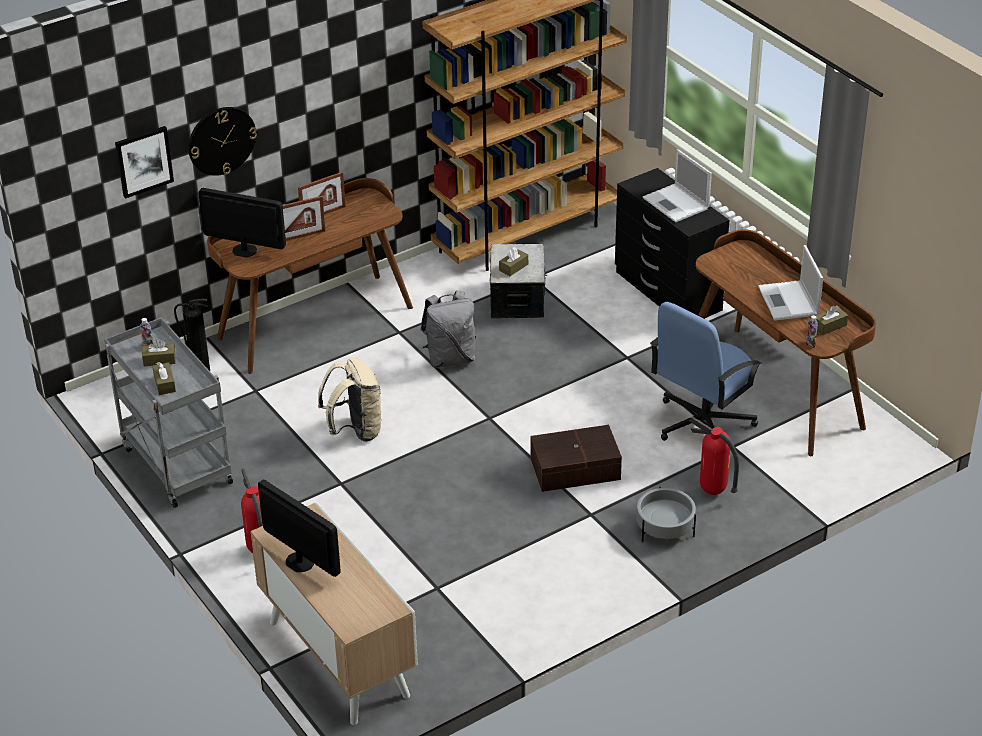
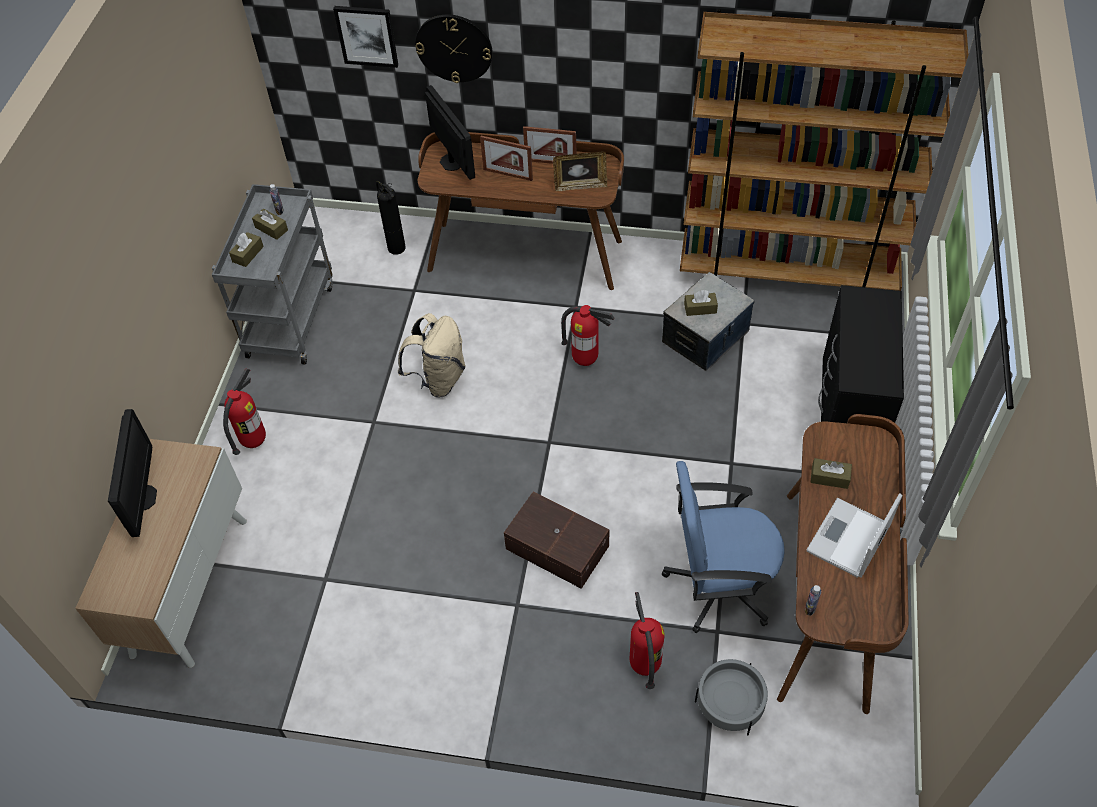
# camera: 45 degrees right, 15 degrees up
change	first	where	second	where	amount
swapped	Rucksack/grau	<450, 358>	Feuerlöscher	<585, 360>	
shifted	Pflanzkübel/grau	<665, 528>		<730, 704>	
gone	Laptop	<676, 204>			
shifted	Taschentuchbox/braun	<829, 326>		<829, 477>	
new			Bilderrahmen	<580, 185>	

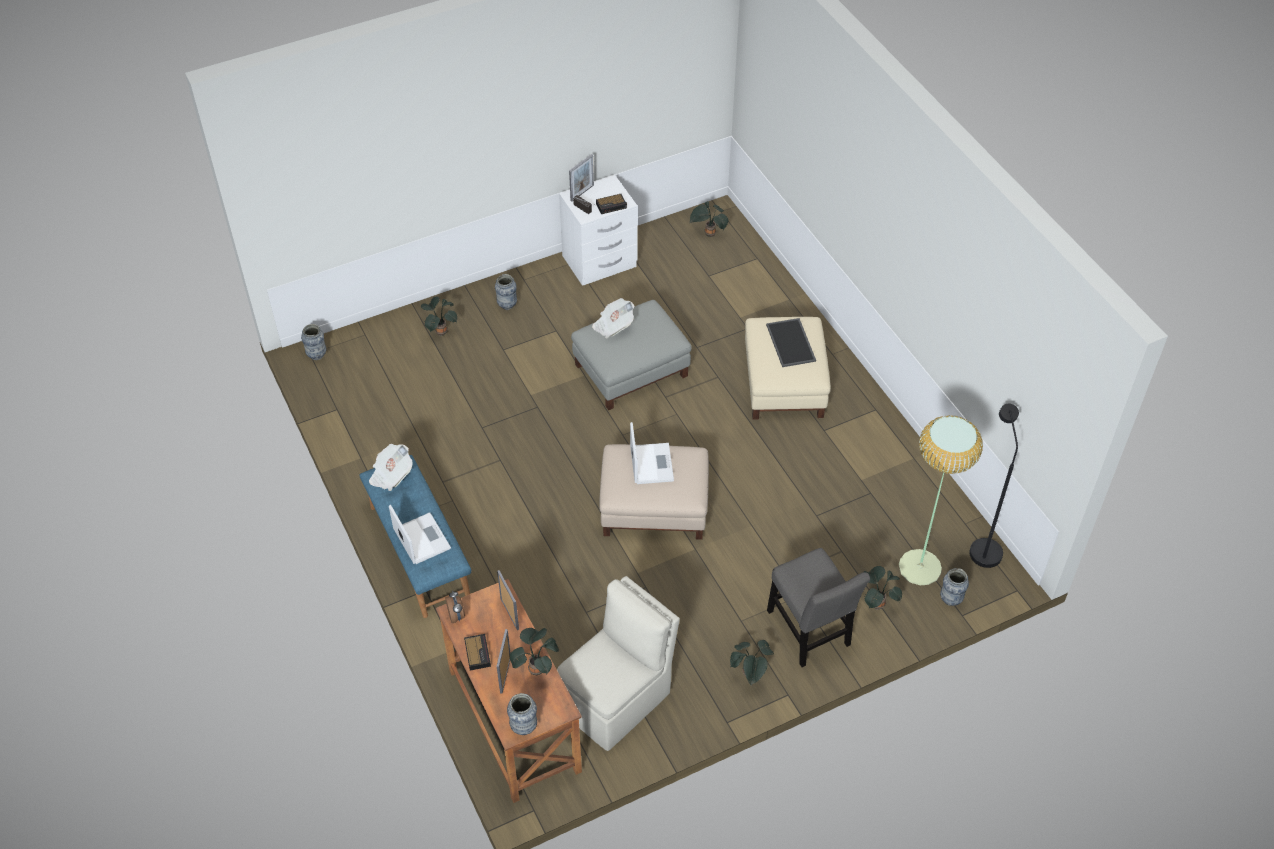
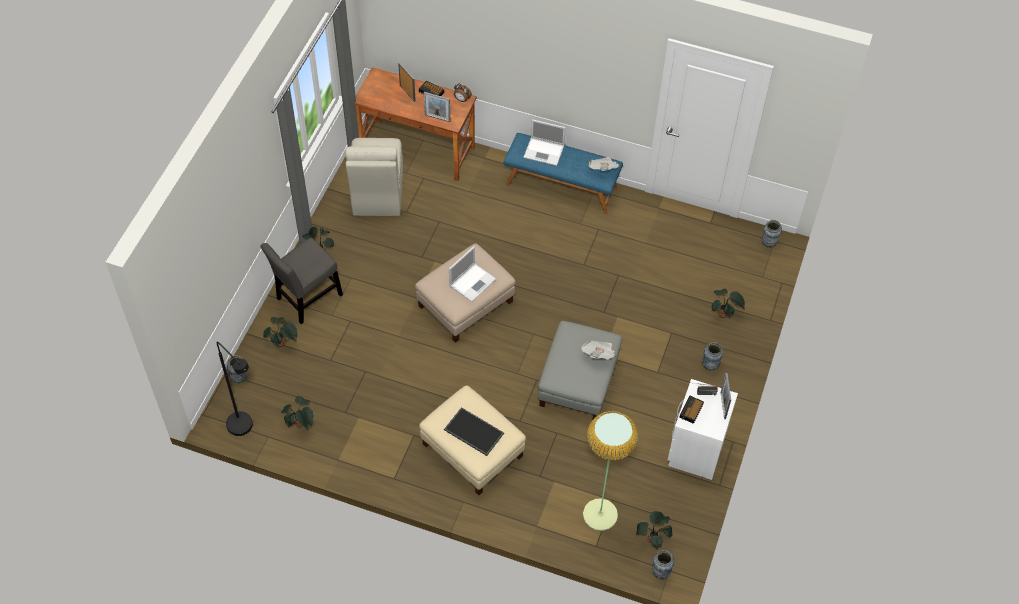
# camera: 135 degrees right, 5 degrees up
change	first	where	second	where	amount
shifted	Vase	<523, 727>		<660, 572>	
shifted	Topfpflanze	<536, 668>		<300, 424>	
rotated	Laptop	<651, 463>		<473, 282>	90 degrees counterclockwise
rotated	Stuhl/grau	<810, 632>		<307, 299>	60 degrees counterclockwise
shifted	Stehlampe	<920, 567>		<600, 515>	

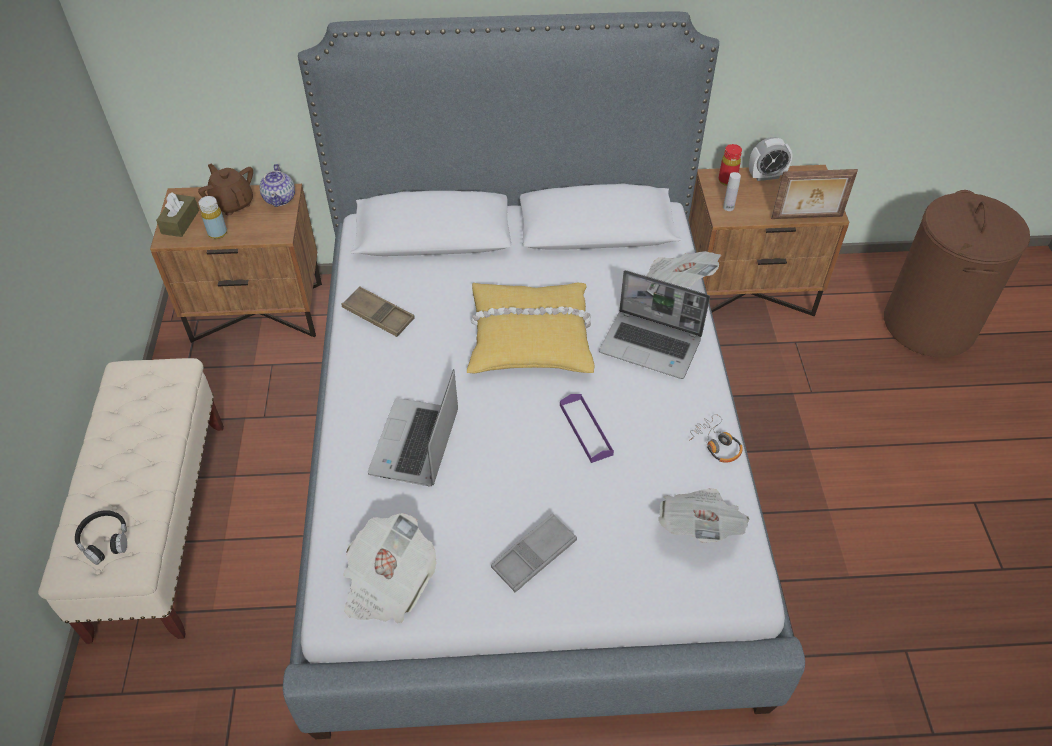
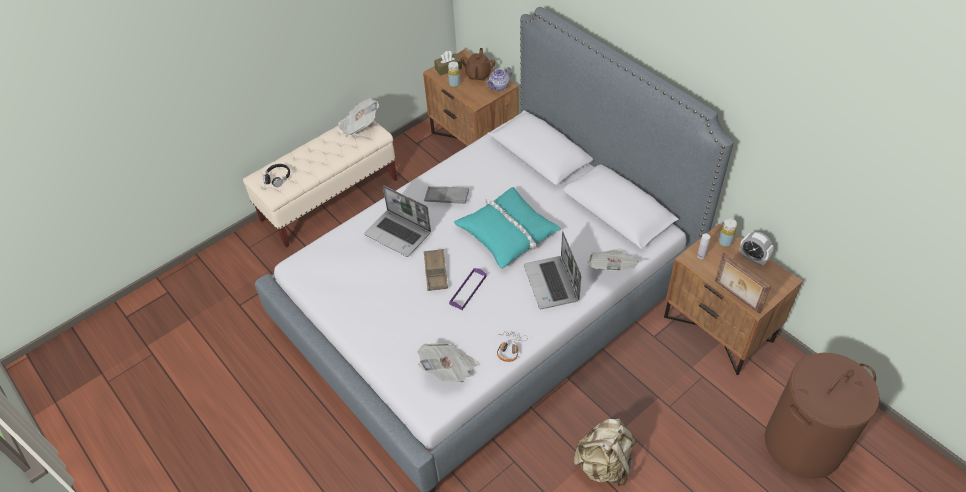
# camera: 55 degrees right, 0 degrees up
change	first	where	second	where	amount
shifted	Tablett/braun	<378, 315>		<436, 272>	
shifted	Zeitung	<387, 583>		<359, 126>	
rotated	Laptop	<416, 444>		<399, 234>	120 degrees counterclockwise
repainted	Kissen/gelb	<530, 337>	Kissen/türkis	<507, 232>	
shifted	Tablett/grau	<534, 556>		<447, 197>	
repainted	Flasche/rot	<727, 181>	Flasche/gelb	<725, 242>	
new			Rucksack/beige	<604, 464>	

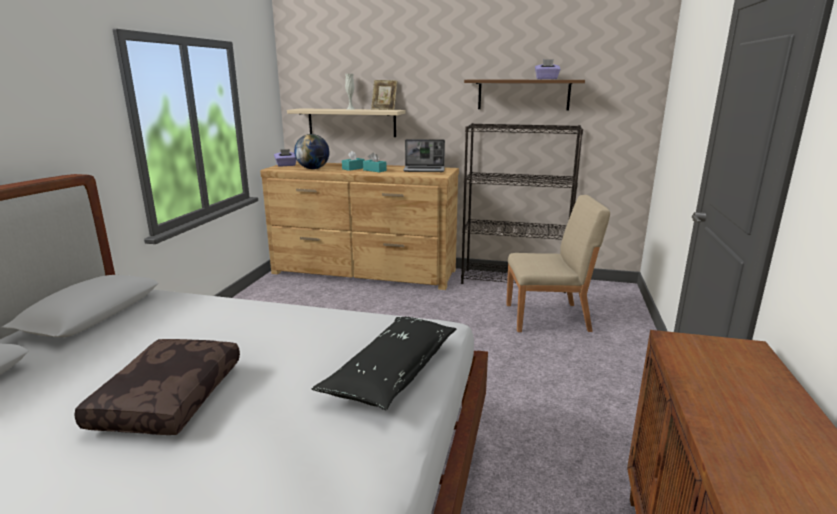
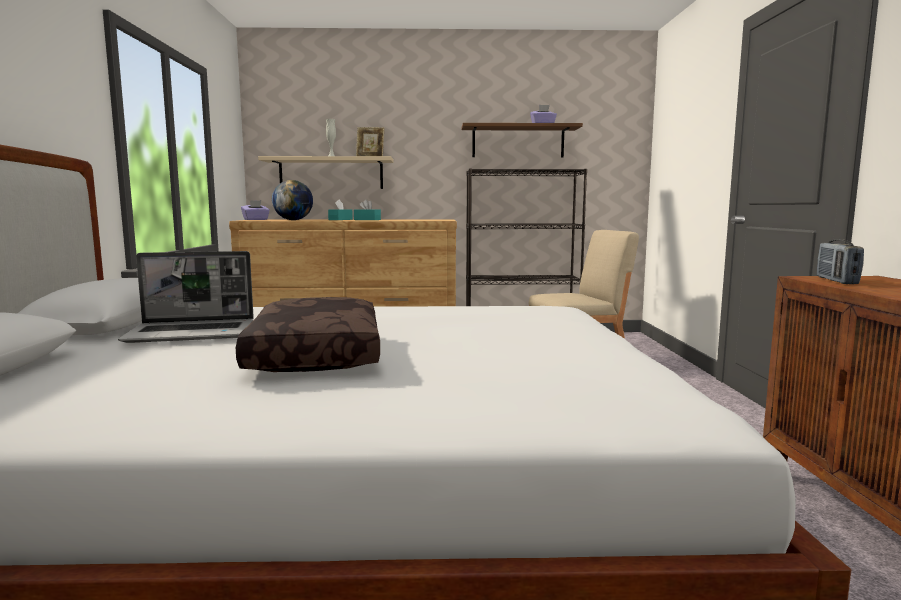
# camera: 15 degrees left, 10 degrees down
change	first	where	second	where	amount
gone	Kissen/schwarz	<392, 372>			
shifted	Laptop	<425, 170>		<193, 333>	
new			Radio	<836, 281>	

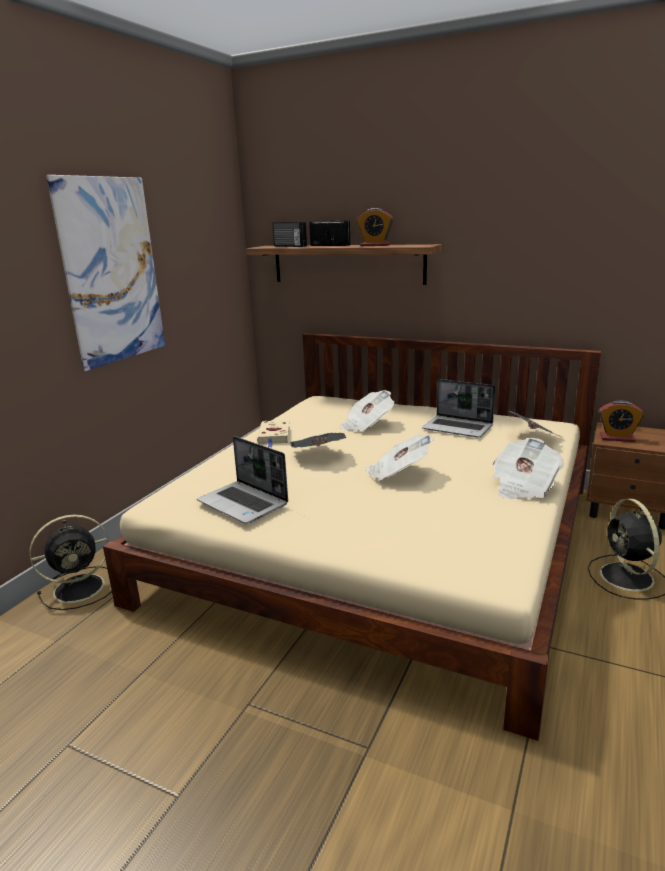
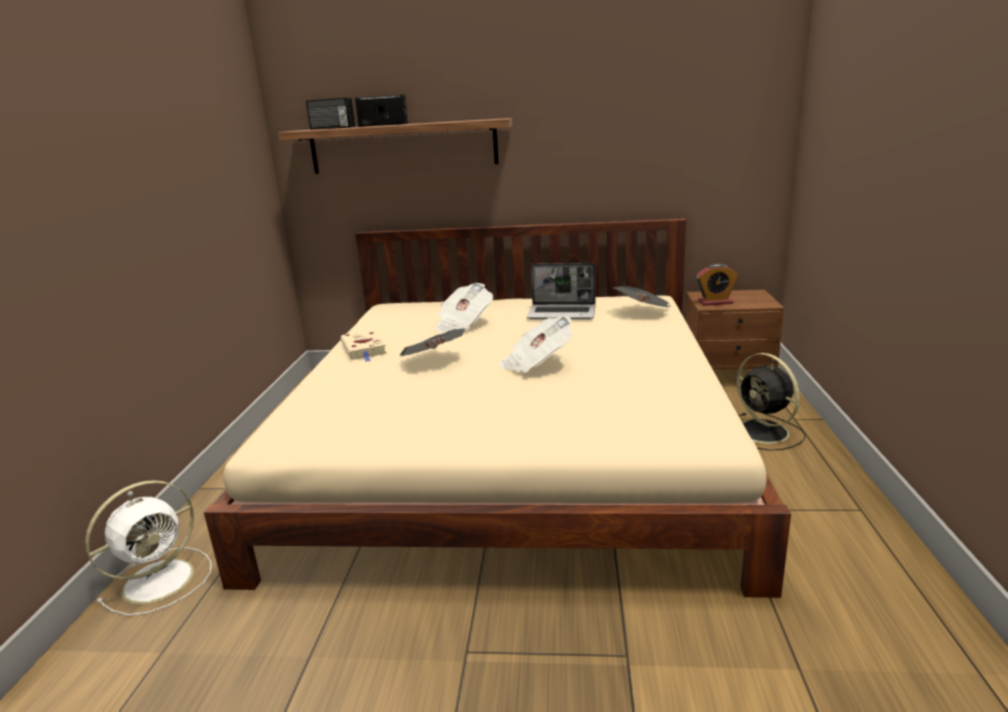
# camera: 20 degrees left, 0 degrees up
change	first	where	second	where	amount
repainted	Ventilator/schwarz	<81, 587>	Ventilator/weiß	<161, 579>	
gone	Bild	<112, 271>			
gone	Laptop	<244, 503>			
gone	Wecker	<375, 245>			
gone	Zeitung	<523, 486>			

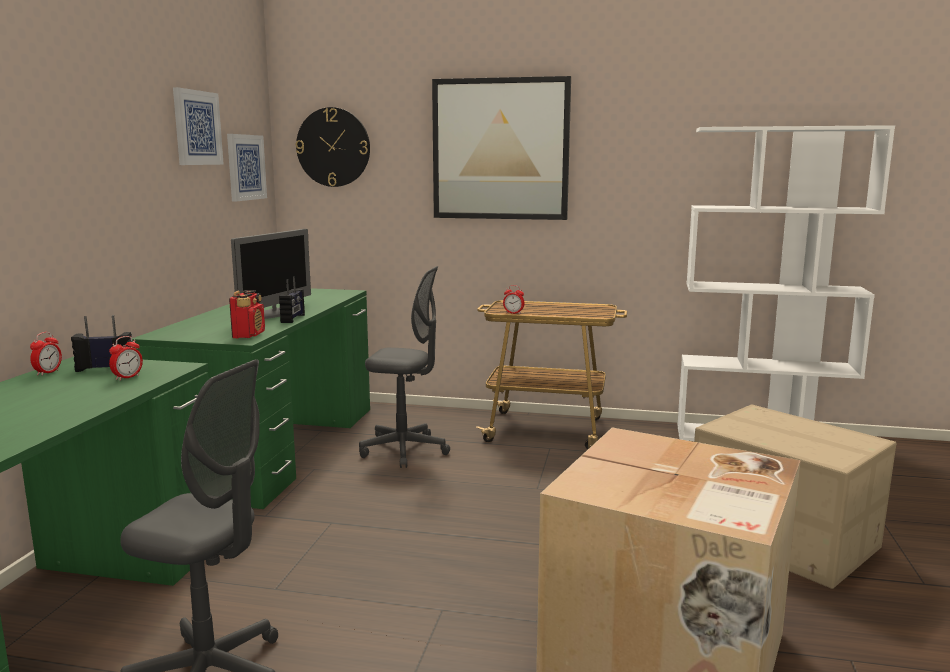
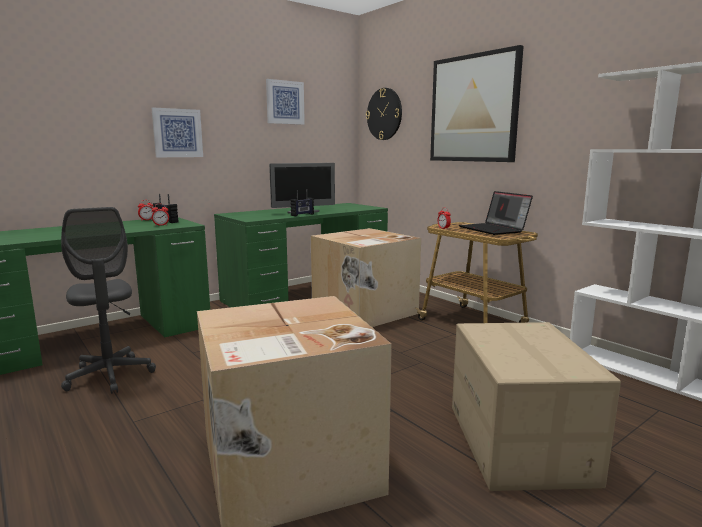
# camera: 40 degrees right, 0 degrees up
change	first	where	second	where	amount
shifted	Bild	<245, 167>		<177, 133>	
gone	Radio	<249, 335>			
swapped	Bürostuhl/grau	<404, 450>	Karton	<364, 312>	
new			Laptop	<494, 229>	

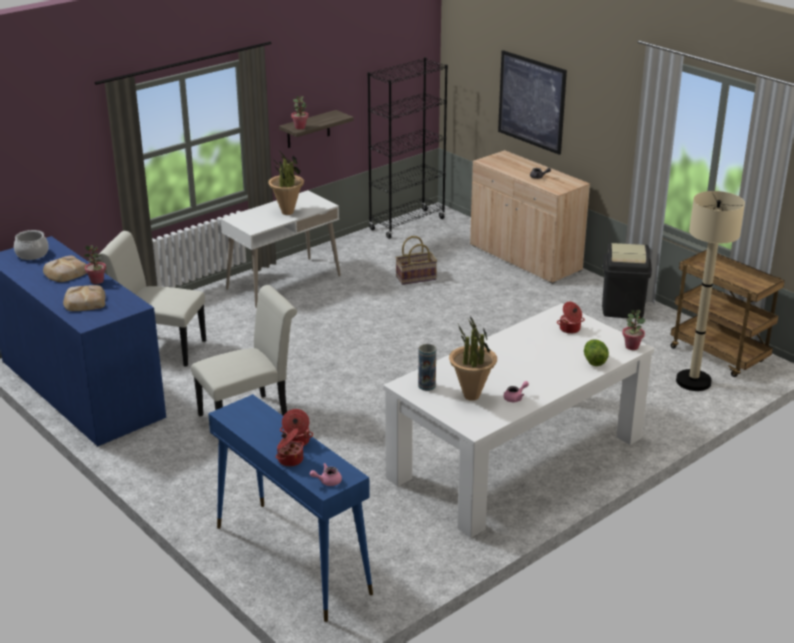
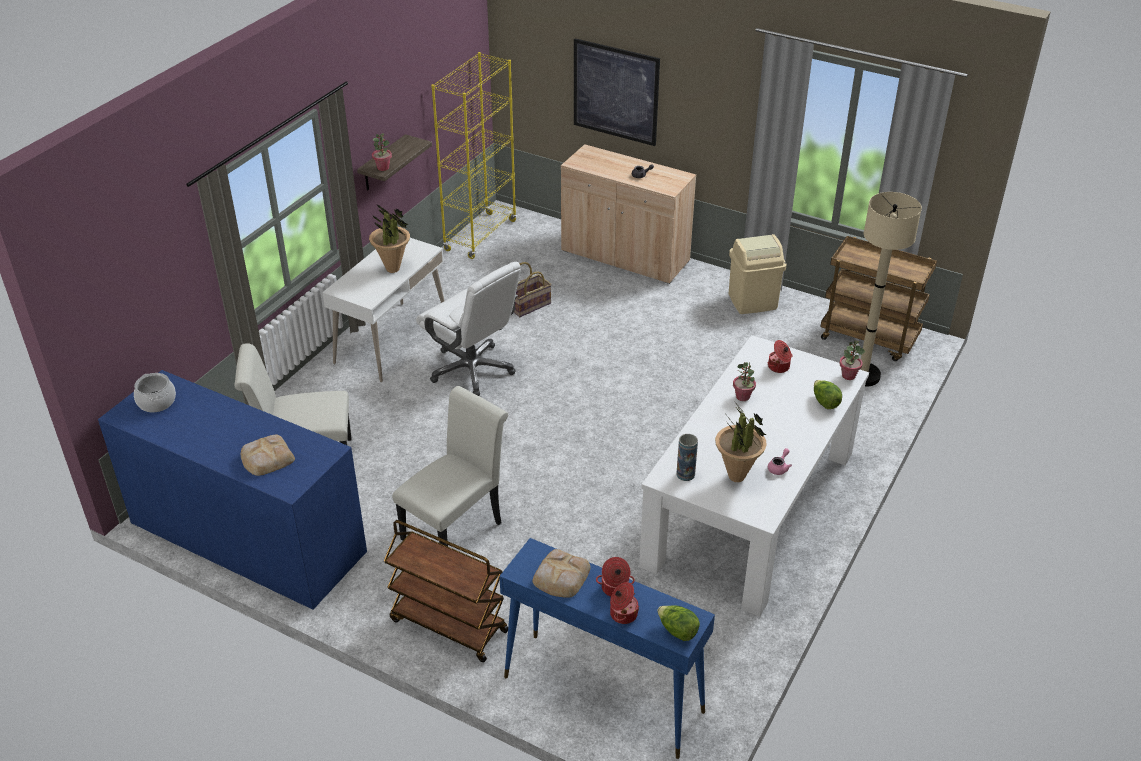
# camera: 20 degrees left, 10 degrees up
change	first	where	second	where	amount
shifted	Brot	<65, 273>		<560, 577>	
shifted	Topfpflanze	<97, 281>		<743, 397>	
swapped	Teekanne/rosa	<327, 481>	Salatkopf	<677, 631>	
repainted	Bücherregal/schwarz	<407, 224>	Bücherregal/gelb	<480, 235>	
repainted	Mülleimer/schwarz	<622, 309>	Mülleimer/beige	<752, 301>	
new			Rollwagen/braun	<448, 626>	
new			Bürostuhl/weiß	<472, 370>	

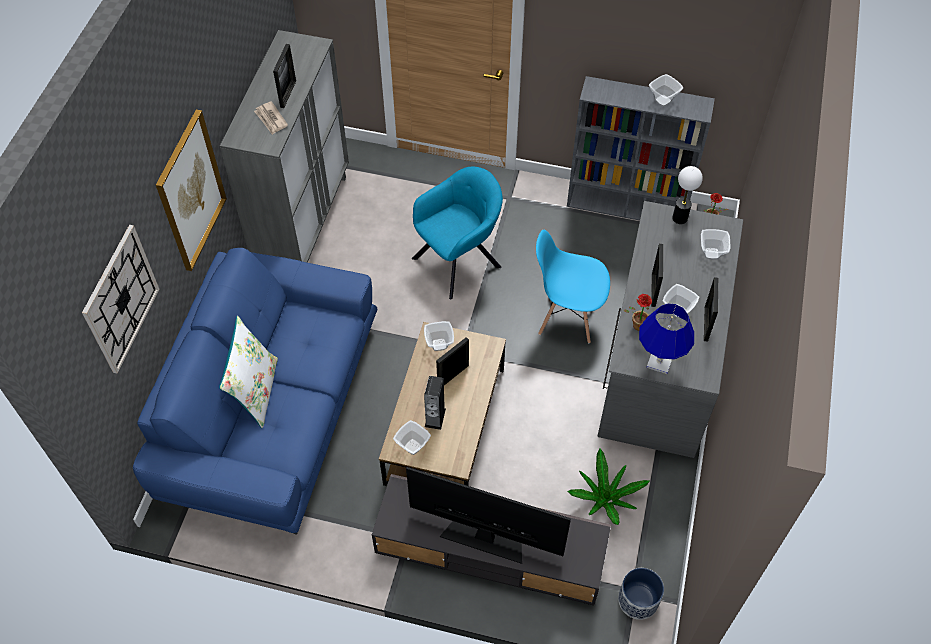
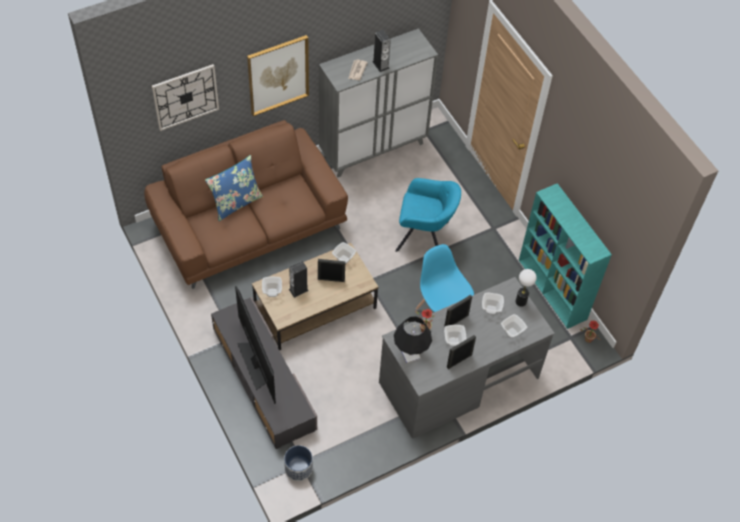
# camera: 45 degrees right, 0 degrees up
change	first	where	second	where	amount
repainted	Sofa/blau	<272, 409>	Sofa/braun	<249, 224>	
repainted	Kissen/weiß	<255, 391>	Kissen/blau	<236, 203>	
swapped	Bilderrahmen	<288, 94>	Lautsprecher	<380, 65>	
repainted	Bücherregal/grau	<628, 206>	Bücherregal/türkis	<553, 290>	
gone	Topfpflanze	<605, 498>			
repainted	Tischlampe/blau	<659, 362>	Tischlampe/schwarz	<410, 355>	
shifted	Schüssel	<663, 101>		<491, 310>	

